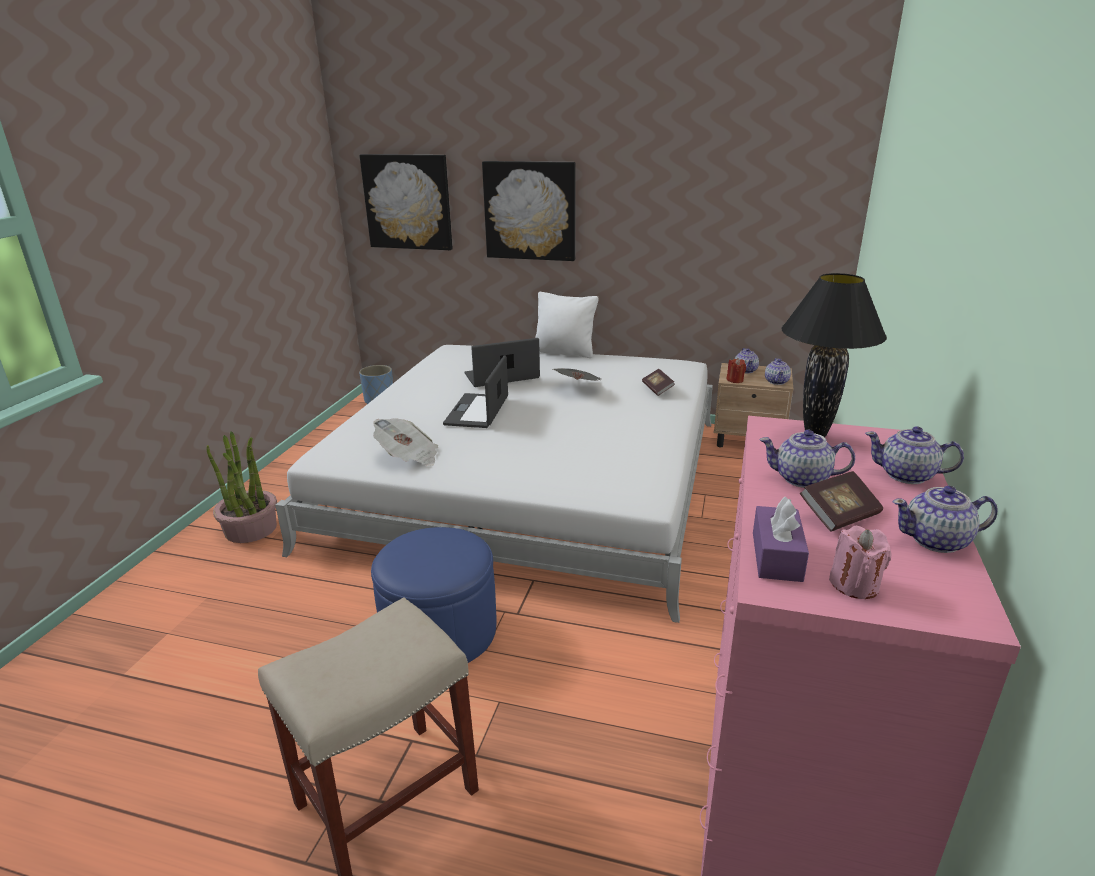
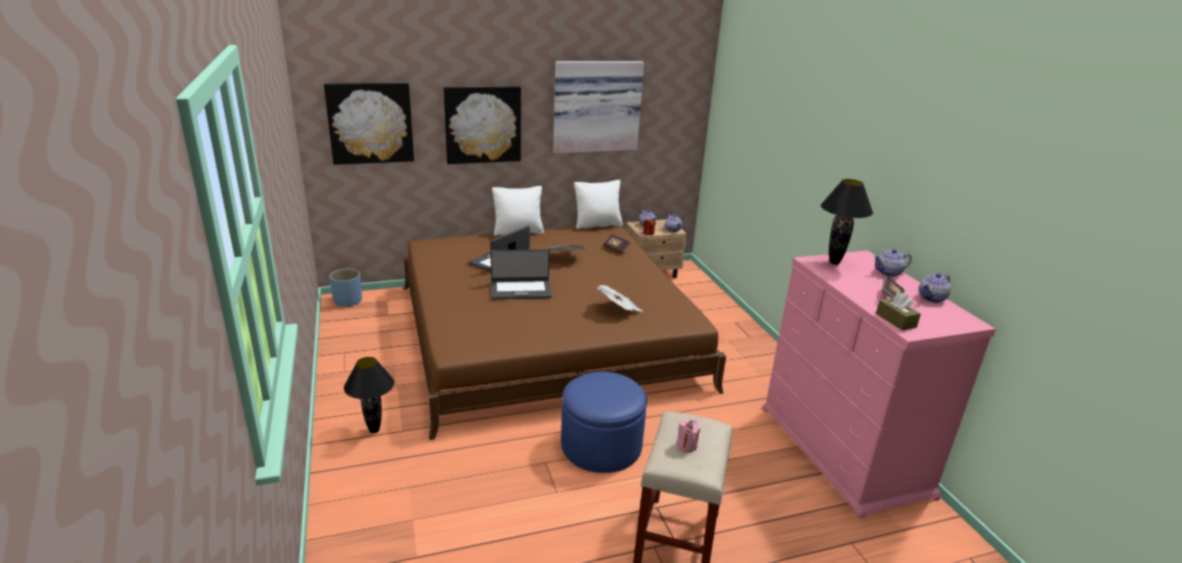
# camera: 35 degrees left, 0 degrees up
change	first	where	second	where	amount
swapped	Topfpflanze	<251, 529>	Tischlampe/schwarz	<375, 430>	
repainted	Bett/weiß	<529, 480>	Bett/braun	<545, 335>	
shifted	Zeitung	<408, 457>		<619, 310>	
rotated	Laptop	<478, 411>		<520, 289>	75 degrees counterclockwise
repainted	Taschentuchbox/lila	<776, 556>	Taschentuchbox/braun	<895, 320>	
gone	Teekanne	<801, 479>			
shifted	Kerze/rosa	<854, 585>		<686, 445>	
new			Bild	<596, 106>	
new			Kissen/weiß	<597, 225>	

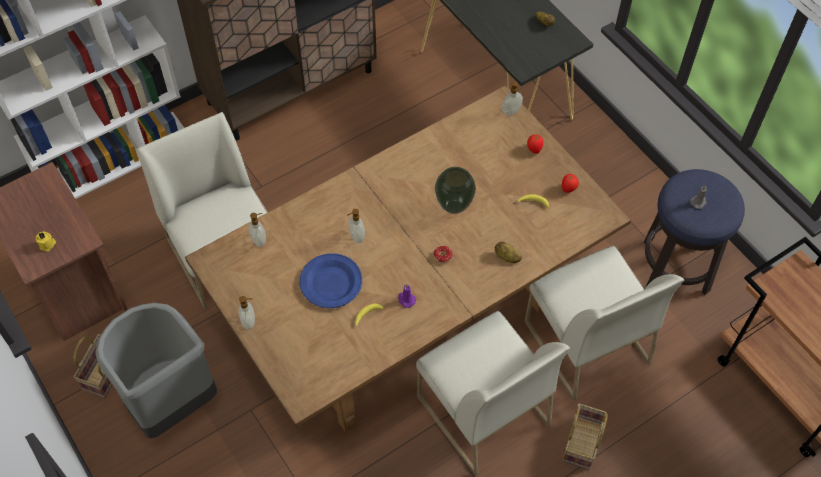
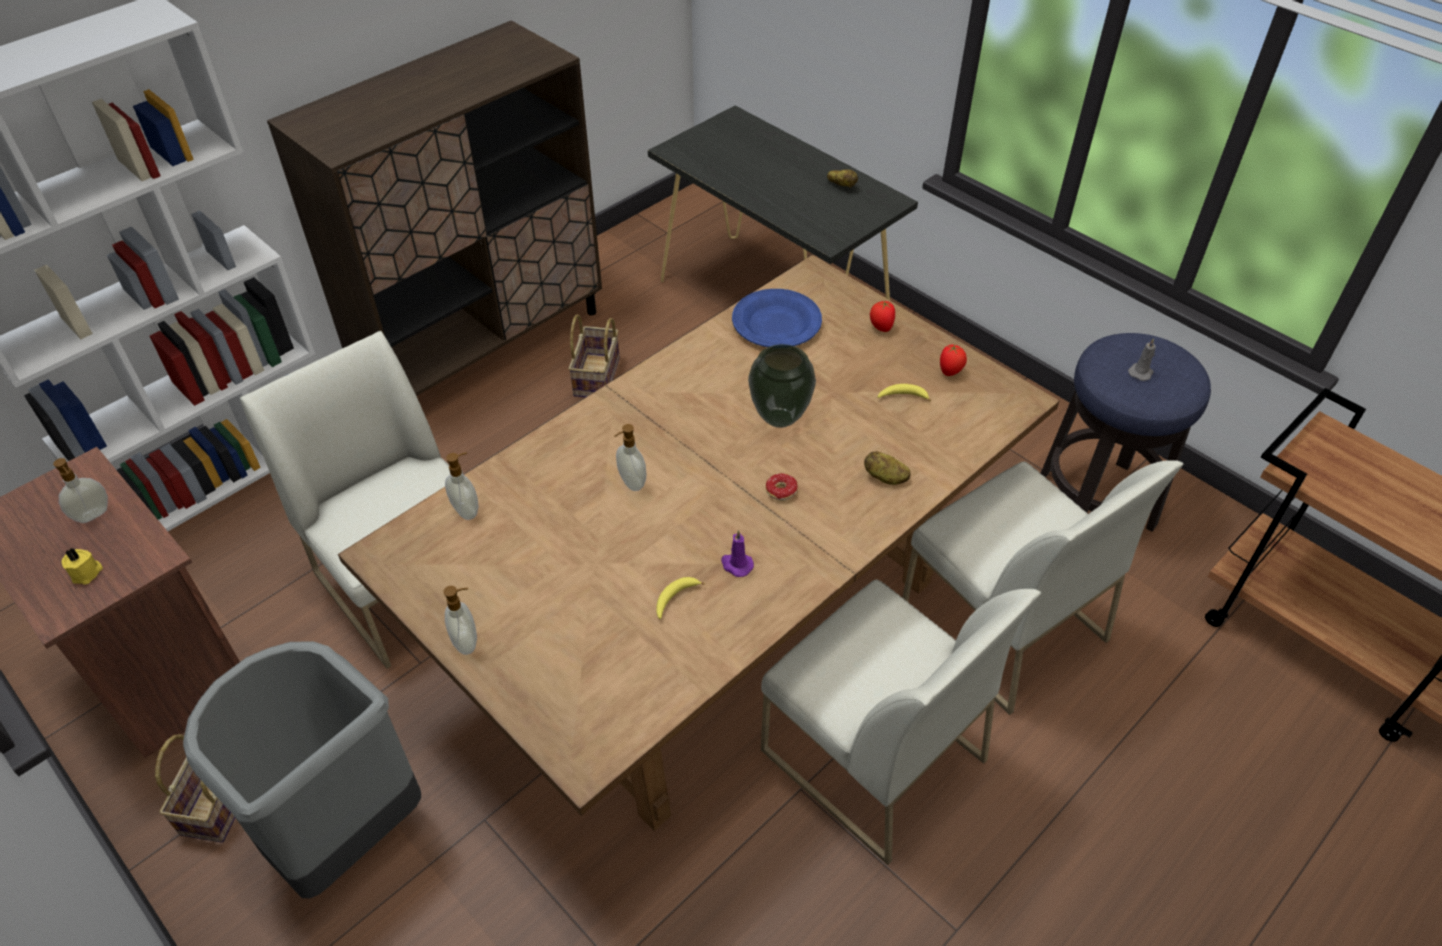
# camera: 10 degrees left, 10 degrees down
change	first	where	second	where	amount
shifted	Teller/blau	<330, 283>		<776, 323>	
shifted	Seifenspender	<511, 112>		<93, 515>	
shifted	Korb	<582, 444>		<597, 378>	

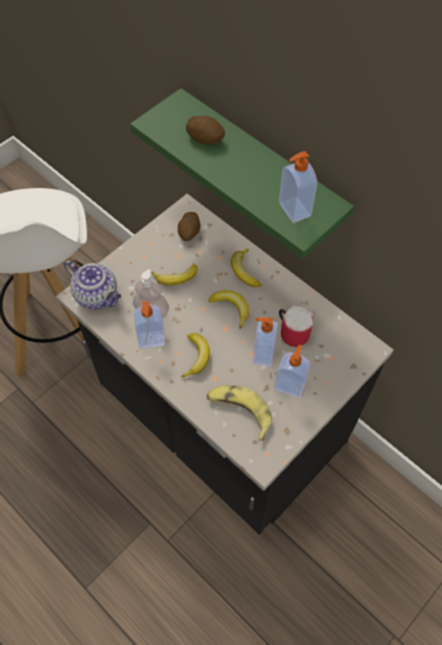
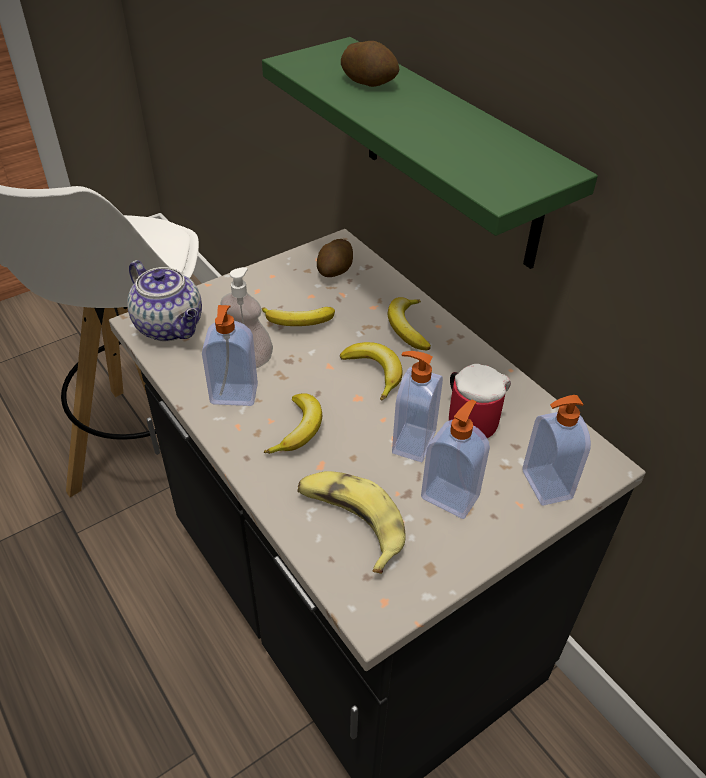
# camera: 10 degrees right, 15 degrees down
change	first	where	second	where	amount
shifted	Seifenspender	<293, 210>		<544, 485>	

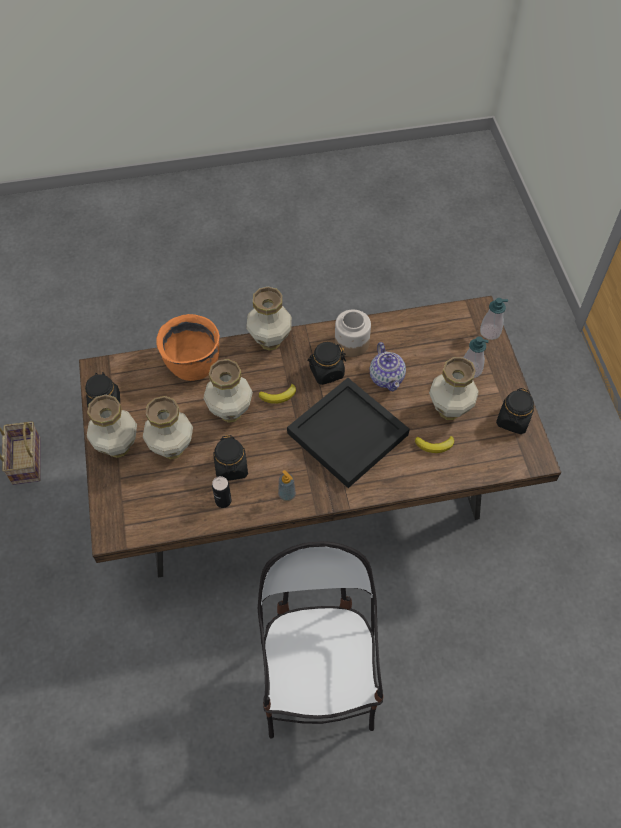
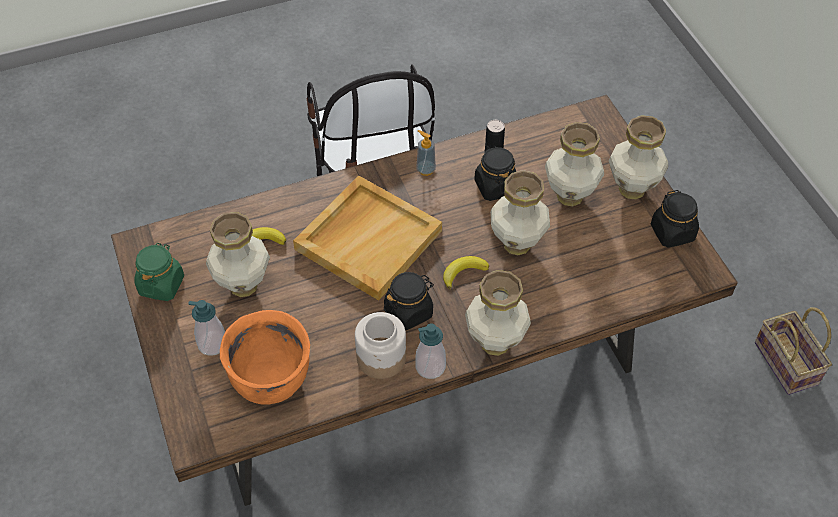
# camera: 170 degrees right, 5 degrees down
change	first	where	second	where	amount
shifted	Kochtopf/orange	<192, 365>		<272, 380>	
repainted	Tablett/schwarz	<347, 435>	Tablett/beige	<368, 239>	
gone	Teekanne	<387, 377>			
shifted	Seifenspender	<490, 332>		<430, 366>	
repainted	Vorratsglas/schwarz	<513, 420>	Vorratsglas/grün	<161, 285>	

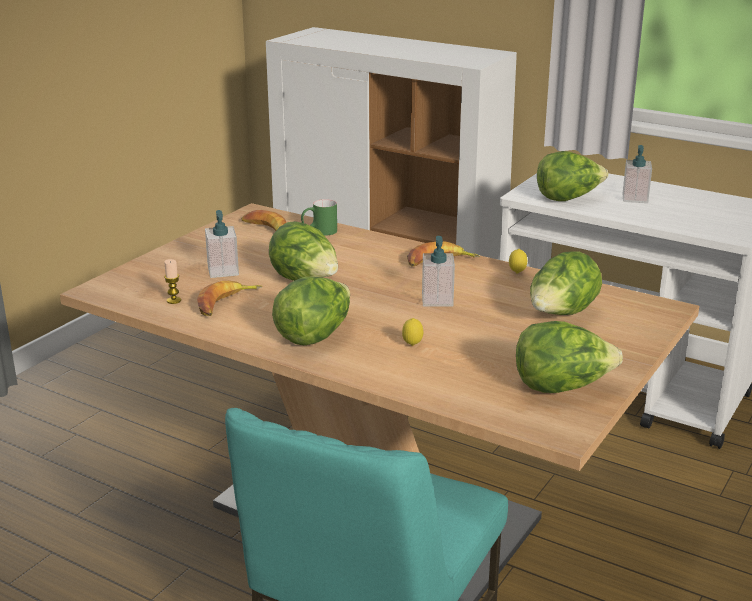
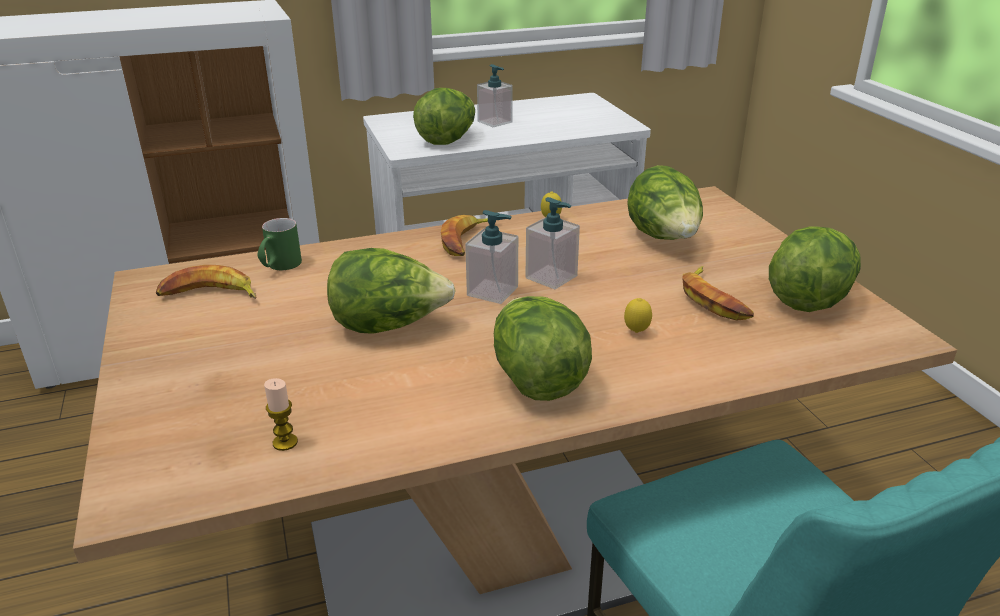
# camera: 50 degrees left, 5 degrees up
change	first	where	second	where	amount
shifted	Banane	<226, 303>		<714, 300>	
shifted	Seifenspender	<223, 271>		<493, 291>	

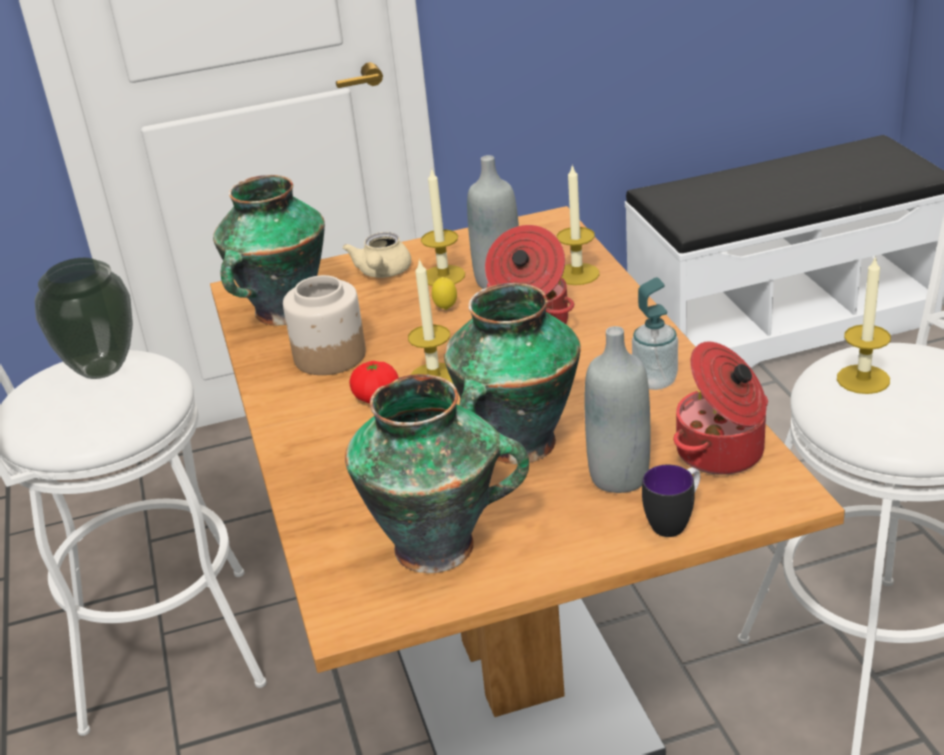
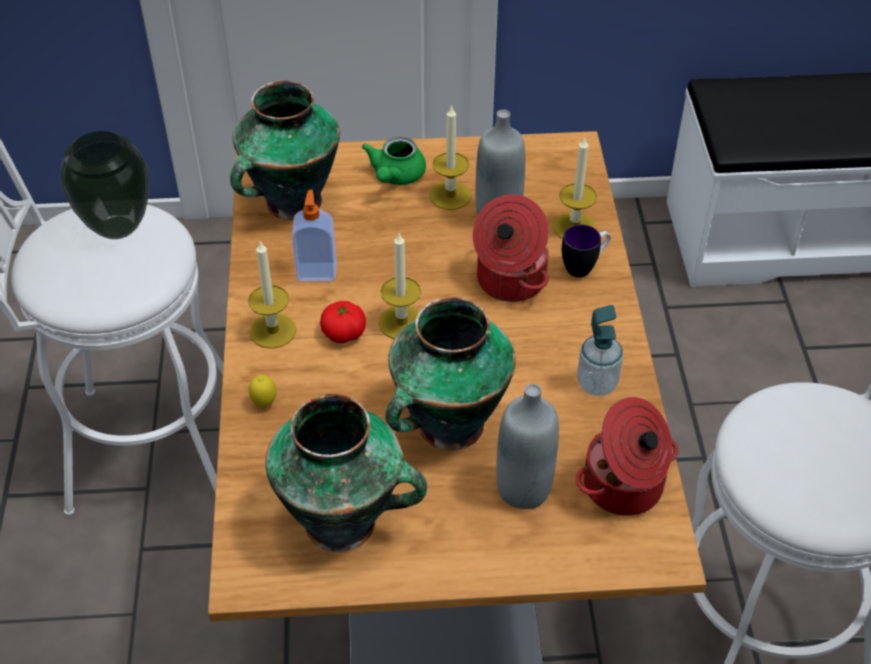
# camera: 10 degrees right, 15 degrees up
change	first	where	second	where	amount
swapped	Vorratsglas	<329, 356>	Seifenspender	<317, 271>	
repainted	Teekanne/beige	<382, 273>	Teekanne/grün	<395, 177>	
shifted	Zitrone	<446, 309>		<264, 403>	
shifted	Henkelbecher	<674, 522>		<584, 266>	
shifted	Kerze	<863, 379>		<273, 331>	

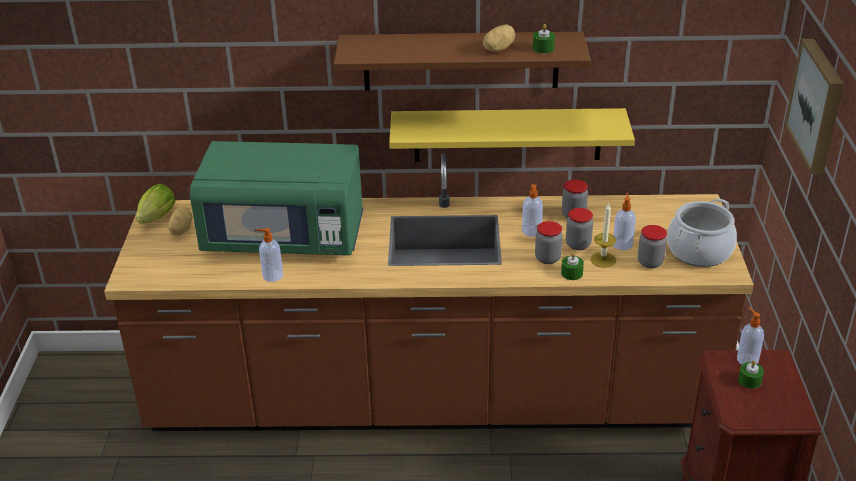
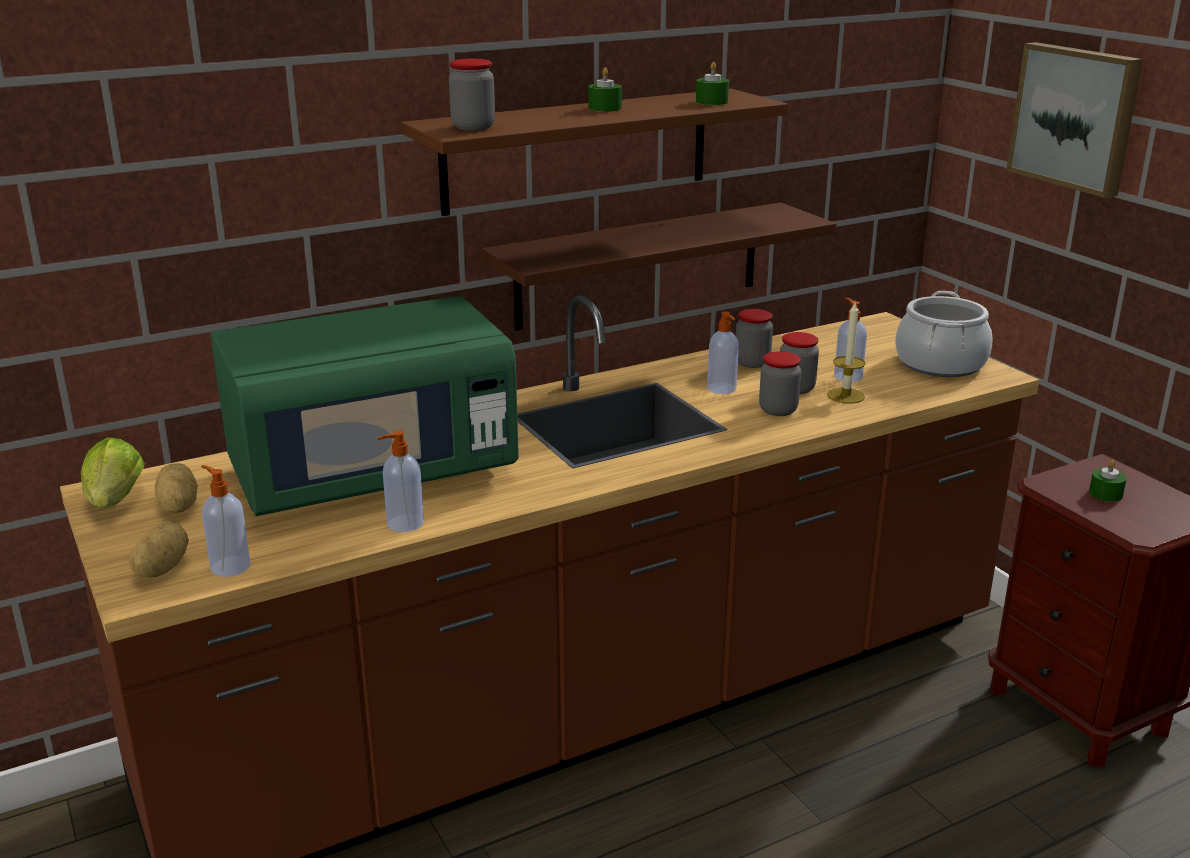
# camera: 30 degrees left, 10 degrees down
change	first	where	second	where	amount
repainted	Wandregal/gelb	<507, 135>	Wandregal/braun	<639, 265>	
shifted	Kartoffel	<498, 49>		<160, 569>	
shifted	Kerze/grün	<572, 273>		<605, 108>	
shifted	Vorratsglas	<650, 262>		<473, 127>	
shifted	Seifenspender	<747, 359>		<229, 566>	

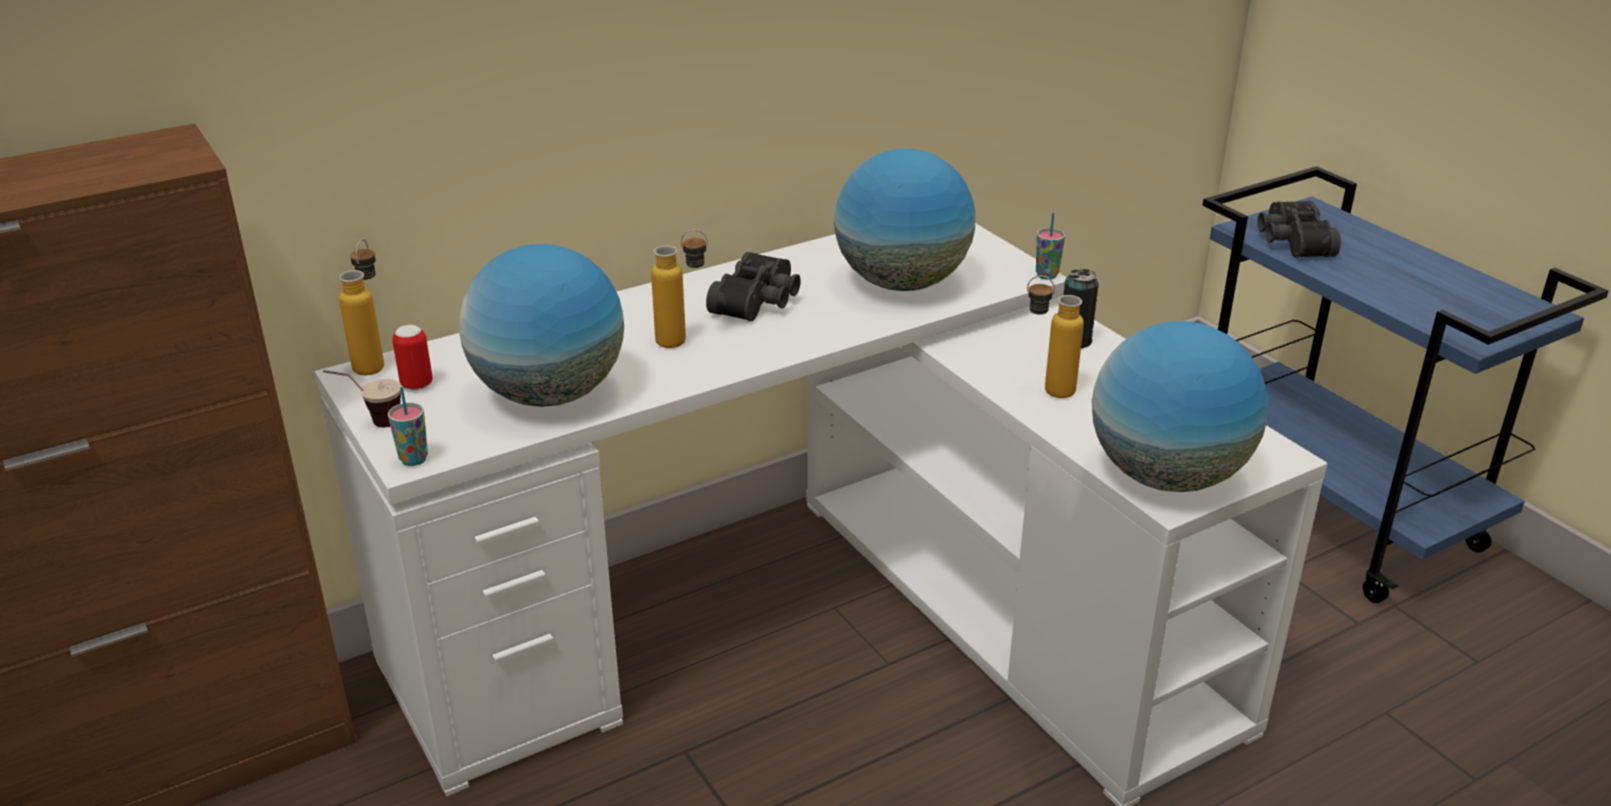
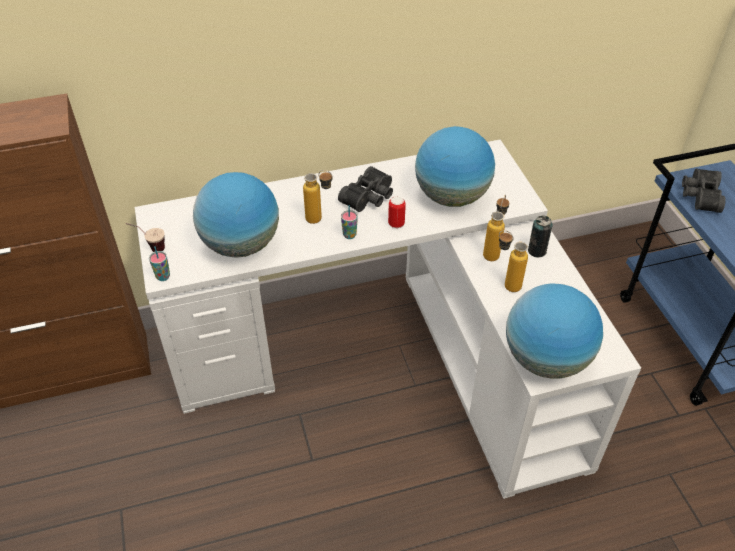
# camera: 15 degrees right, 15 degrees up
change	first	where	second	where	amount
shifted	Flasche	<374, 362>		<493, 251>	
shifted	Dose	<417, 384>		<396, 224>	
shifted	Tasse	<1046, 275>		<349, 235>	

